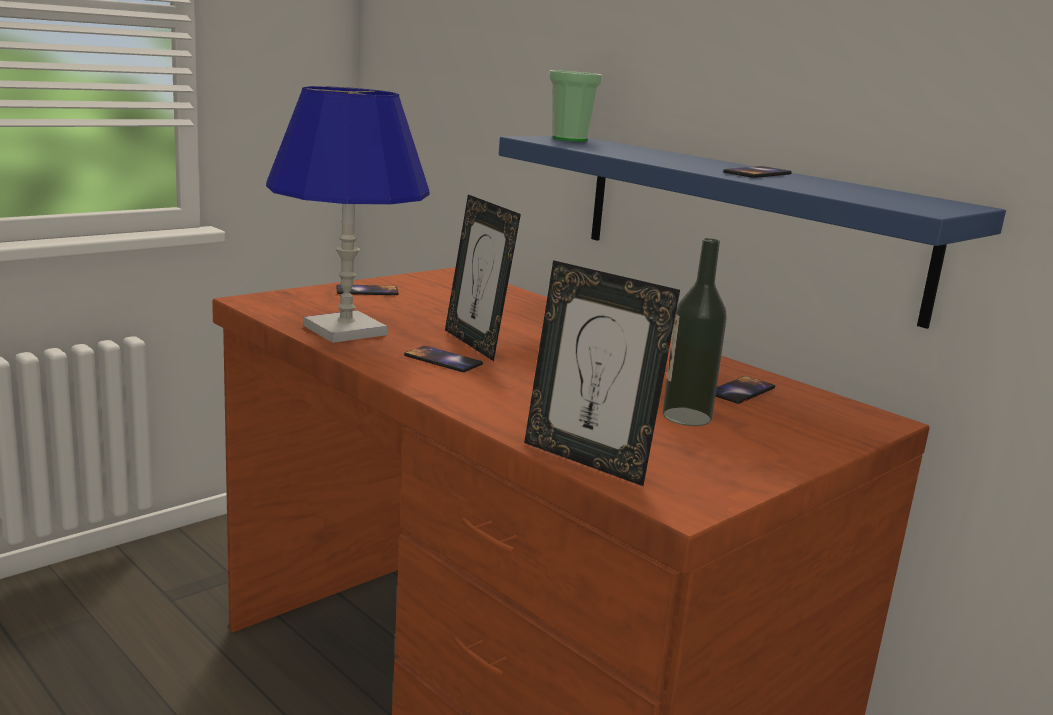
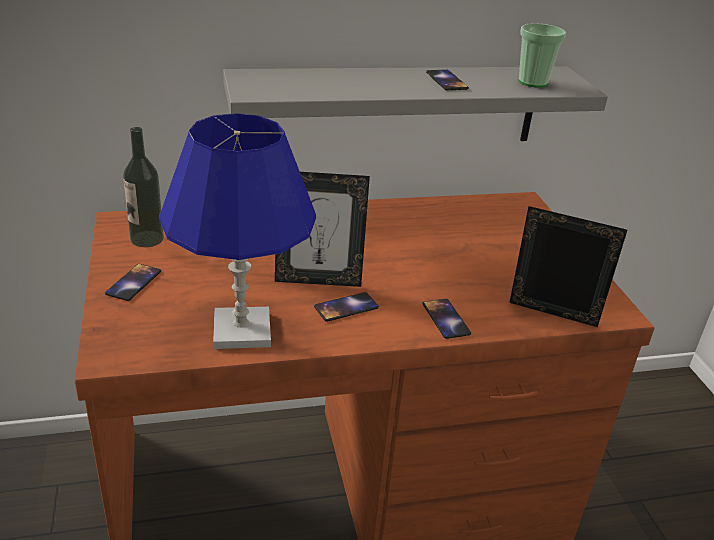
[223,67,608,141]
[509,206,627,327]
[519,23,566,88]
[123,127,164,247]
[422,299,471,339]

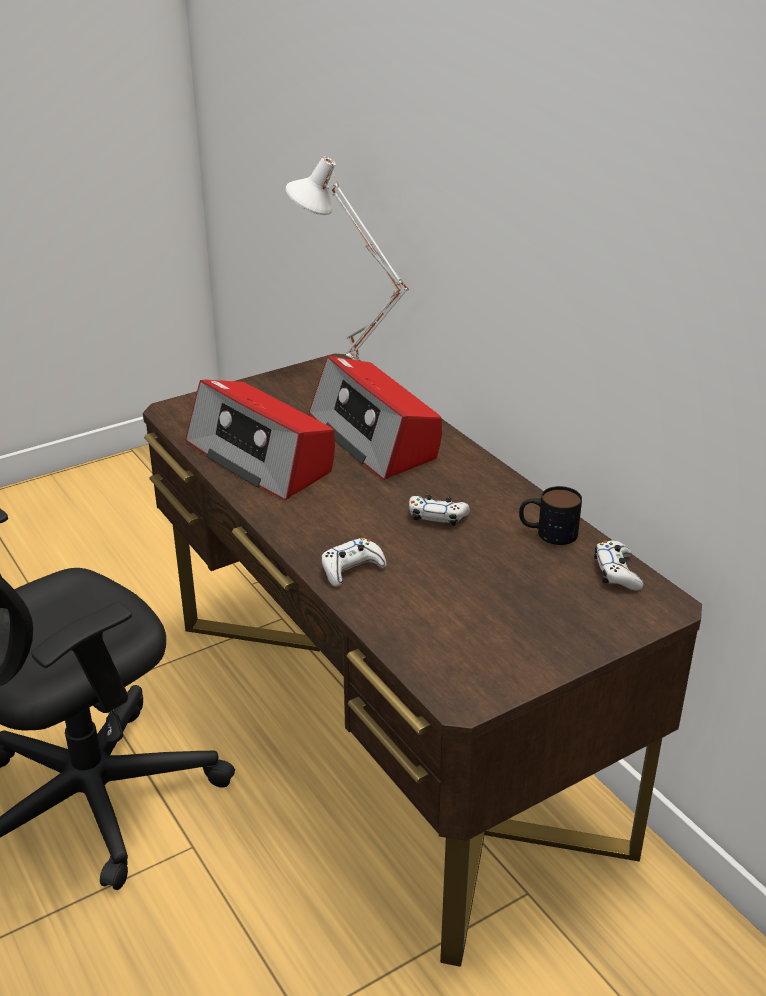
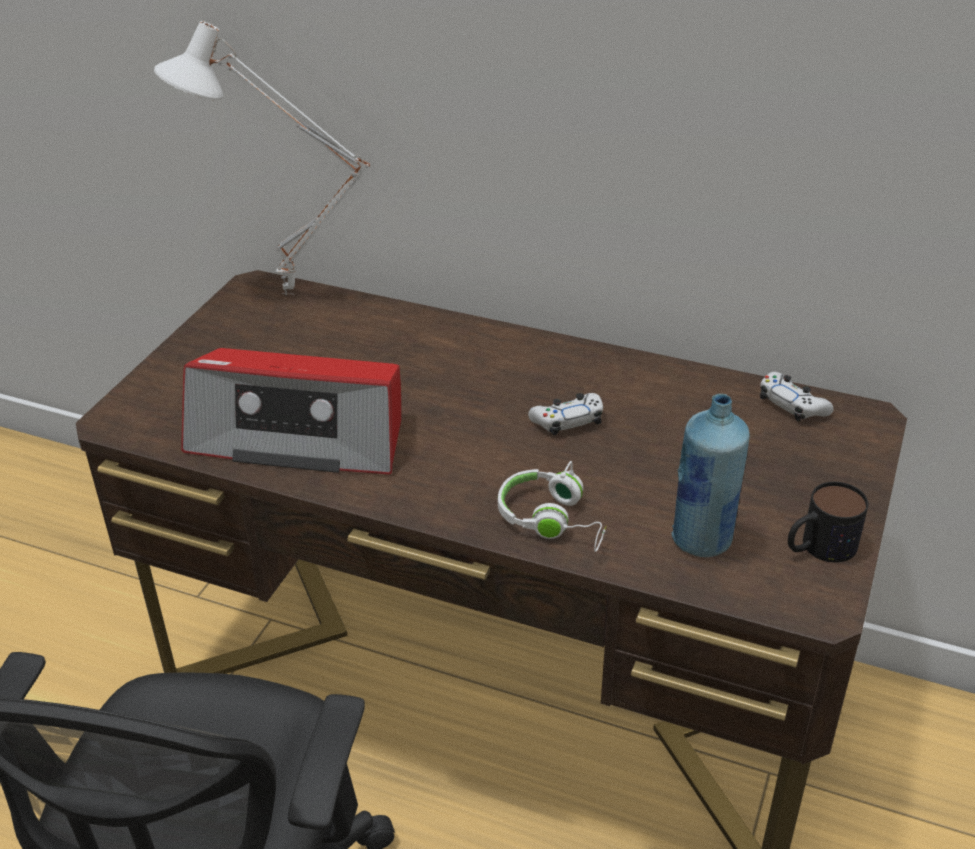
[309,356,442,480] (first image)
[498,461,606,552]
[788,482,868,563]
[672,394,750,557]

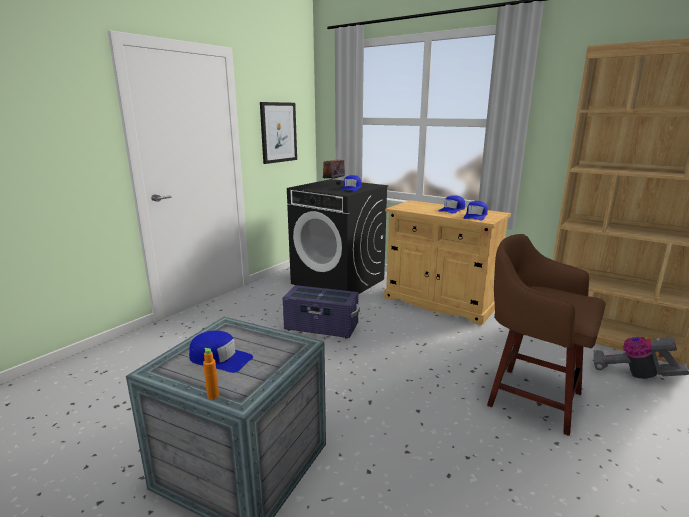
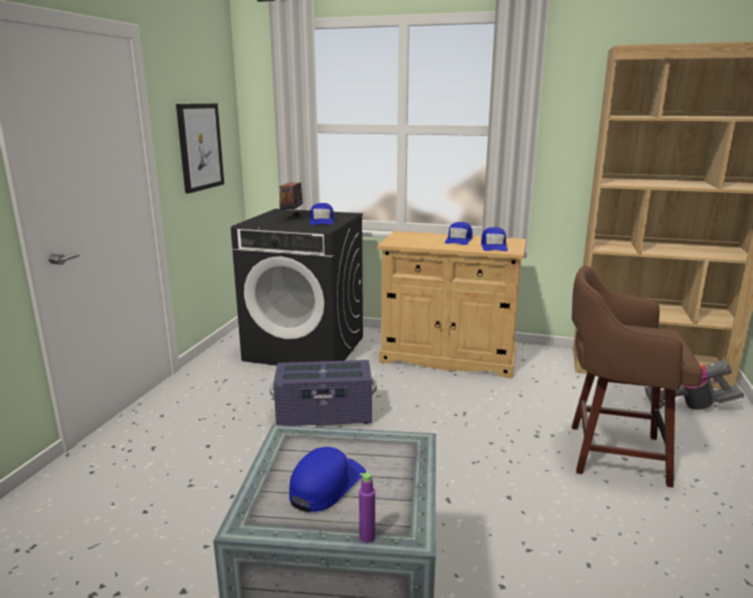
[289,447,366,512]
[359,473,375,543]

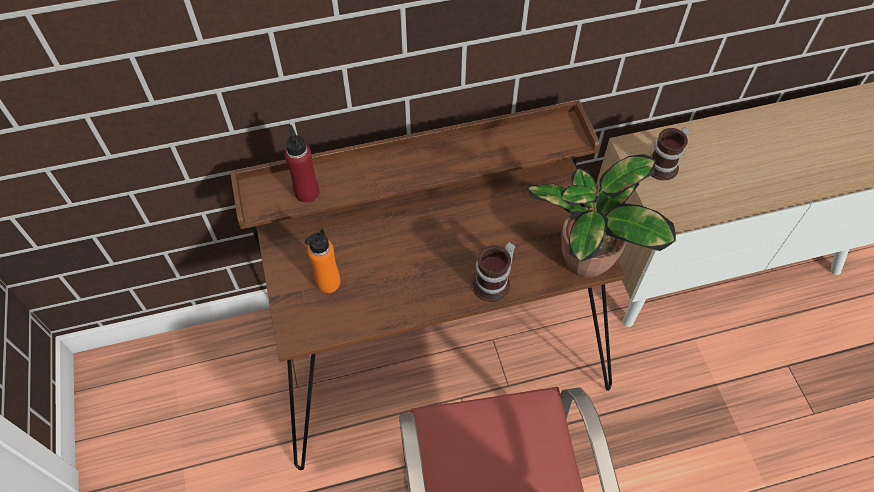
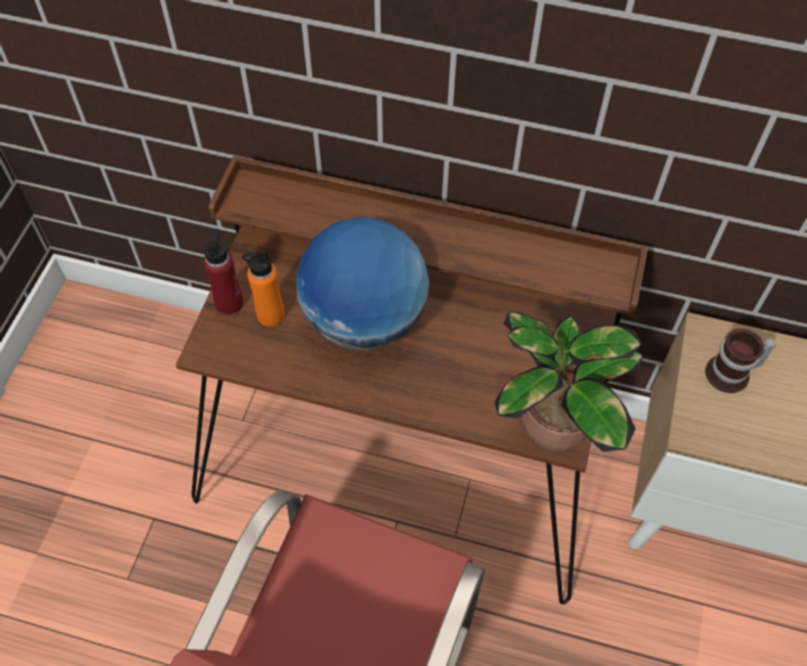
[203,229,243,315]
[472,242,515,302] (first image)
[296,217,429,350]

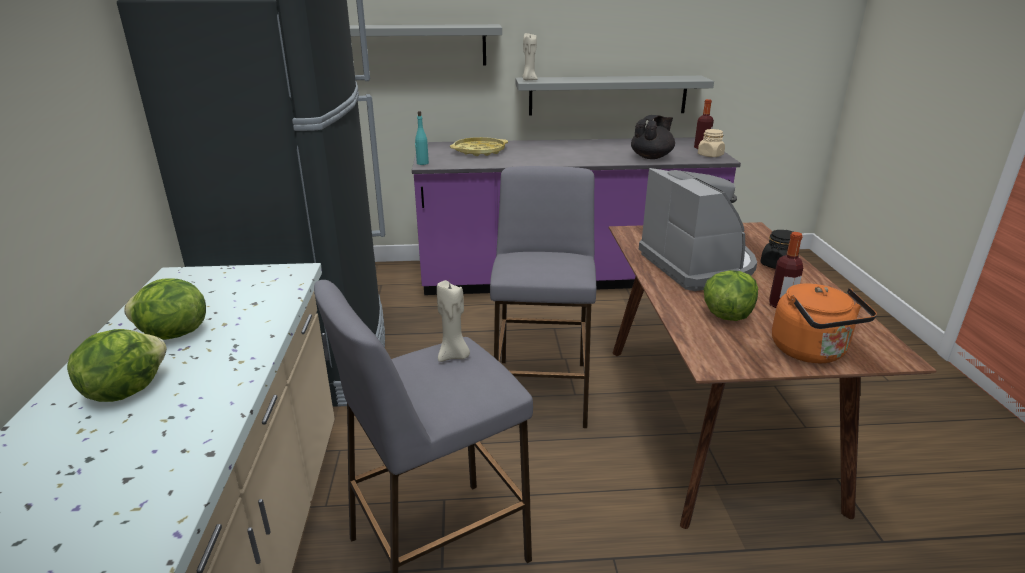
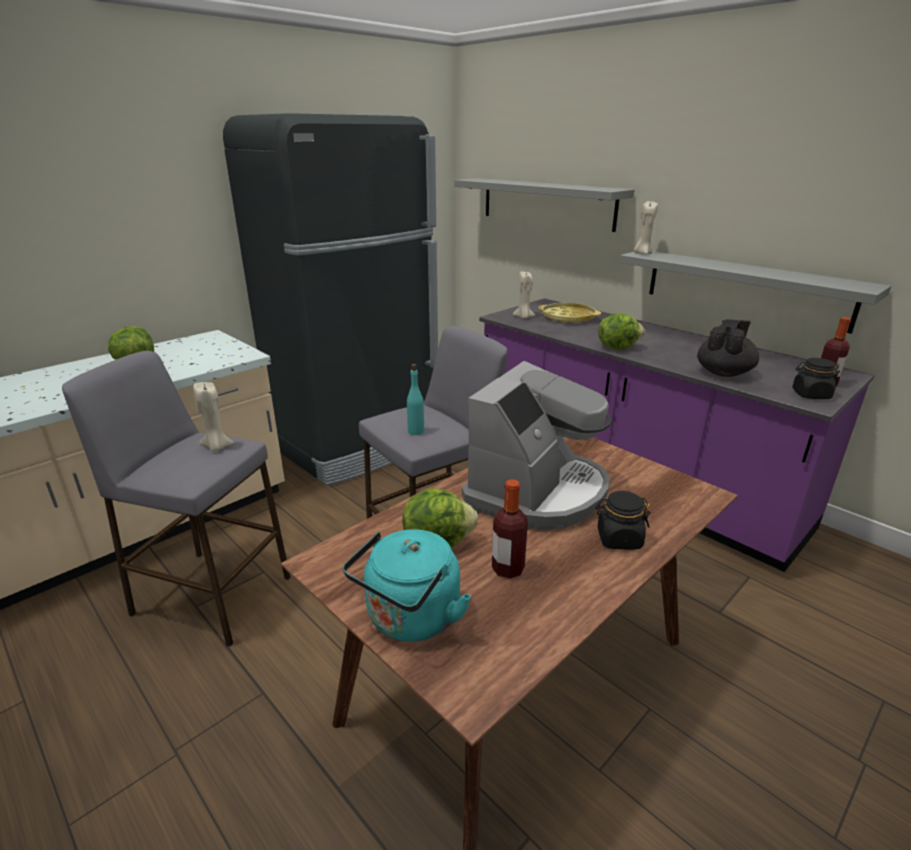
[598,313,645,350]
[407,364,424,435]
[697,319,759,377]
[792,358,840,399]
[343,529,471,642]
[513,271,535,319]

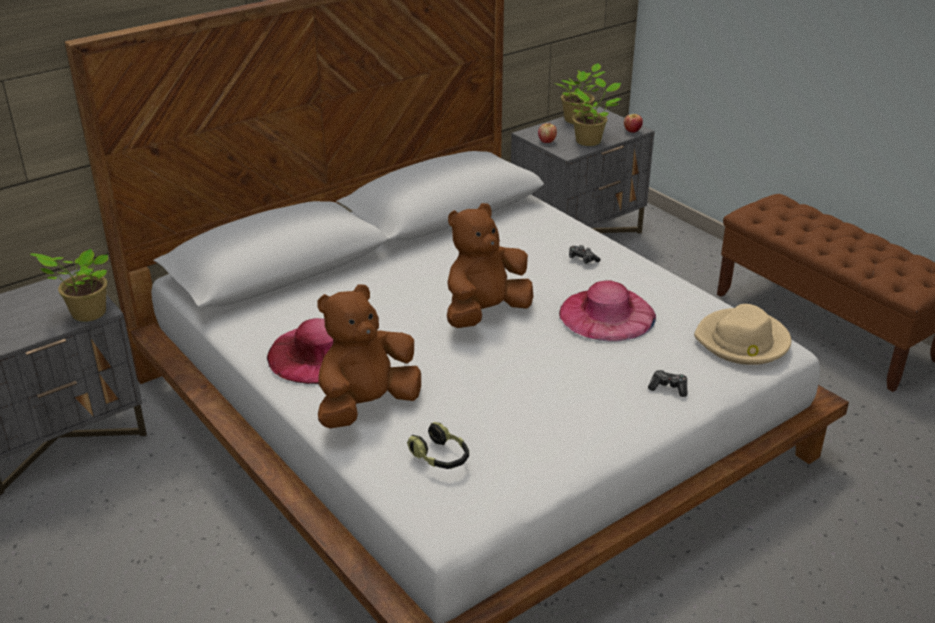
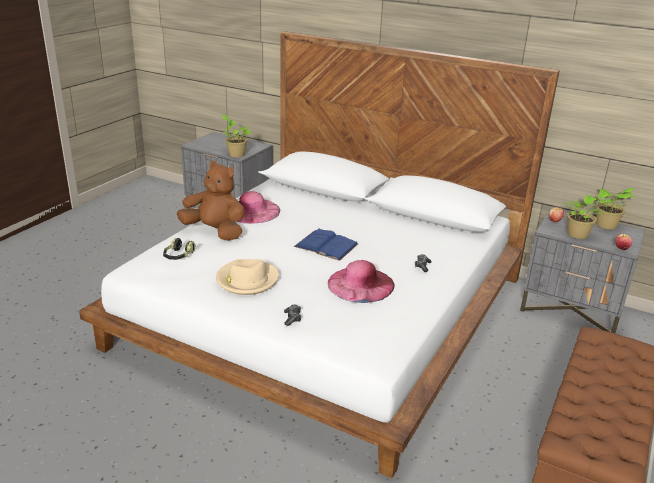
[294,228,358,261]
[216,259,279,295]

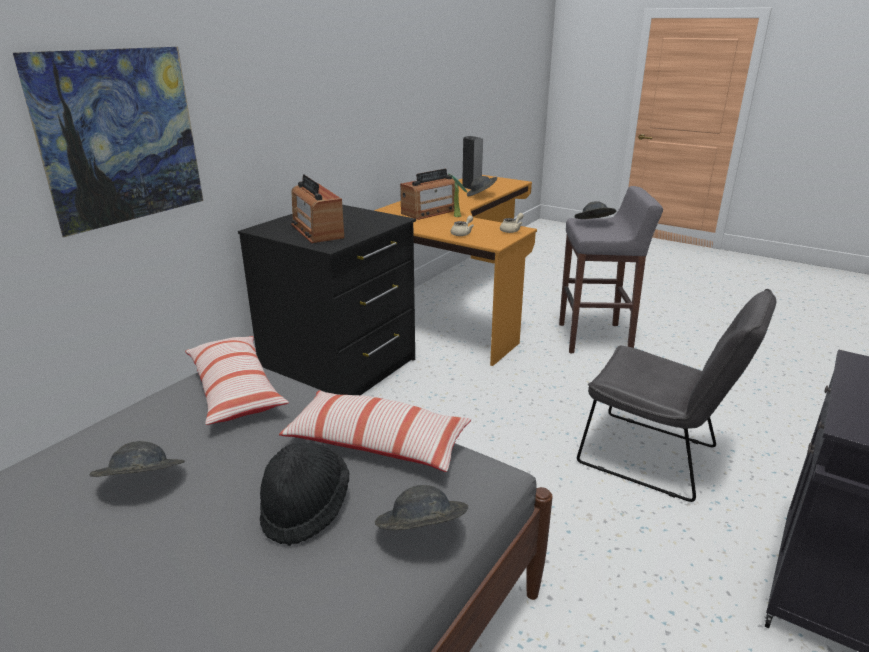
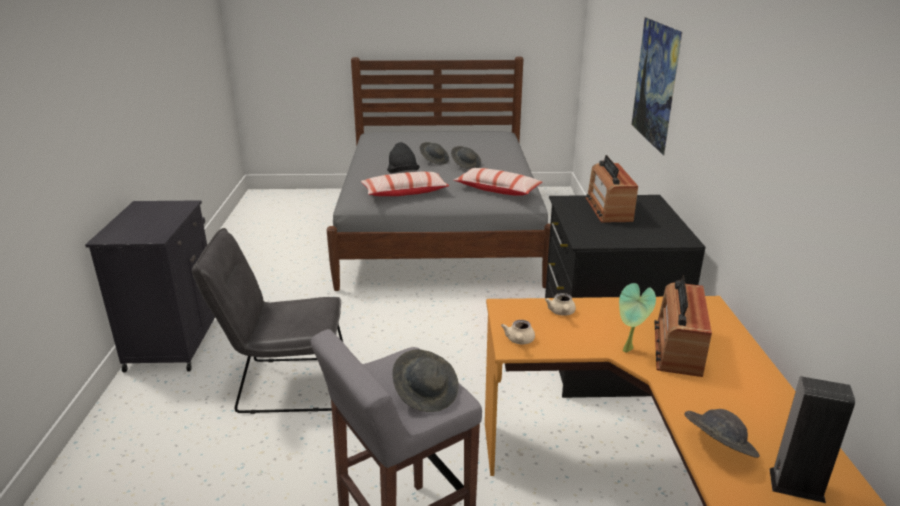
[586,155,638,223]
[420,142,449,164]

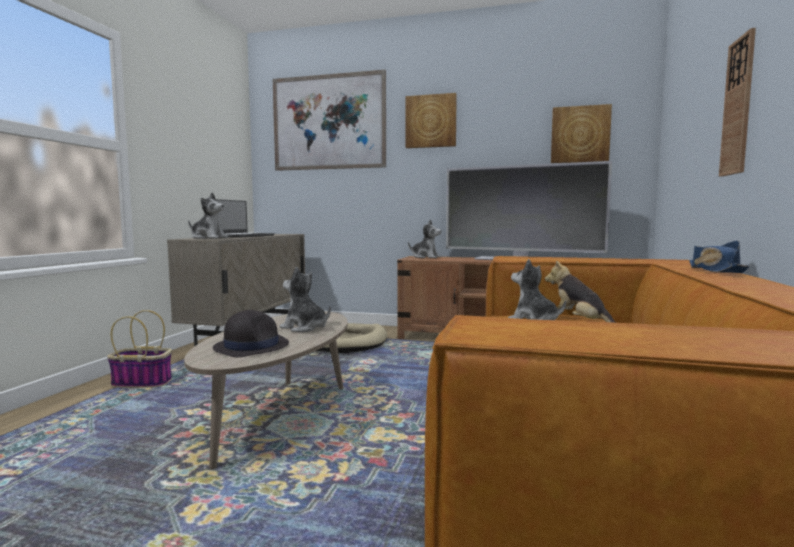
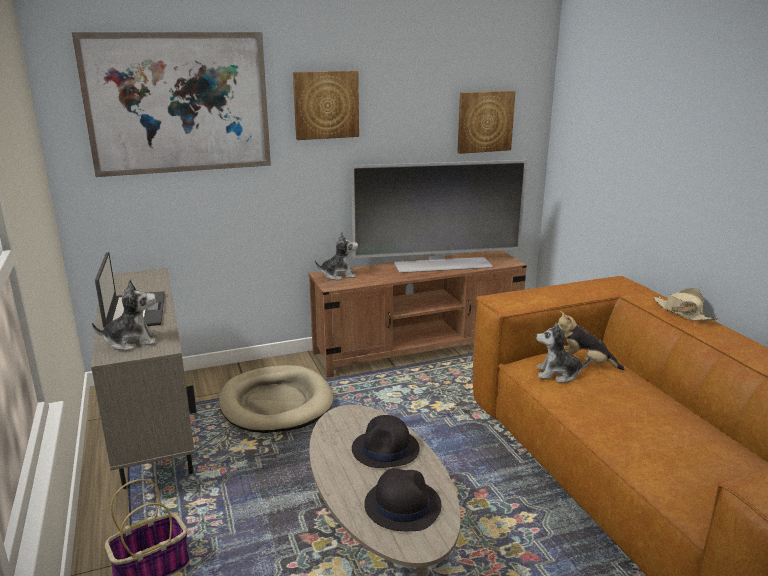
[352,415,420,468]
[654,288,718,321]
[719,28,756,177] (first image)

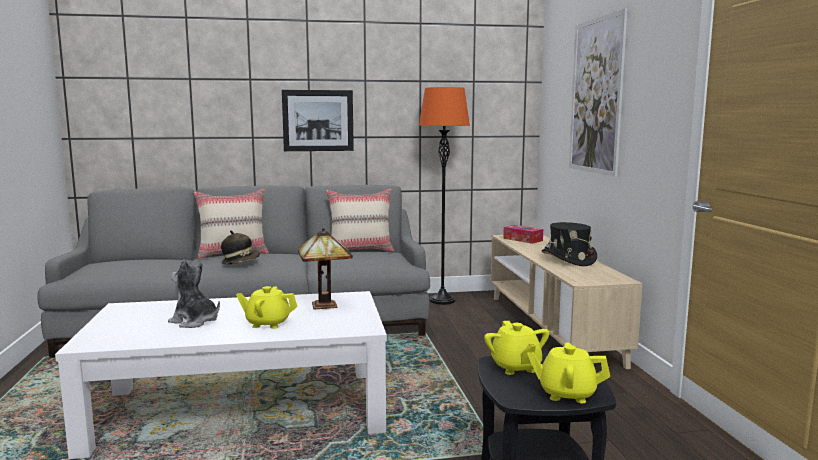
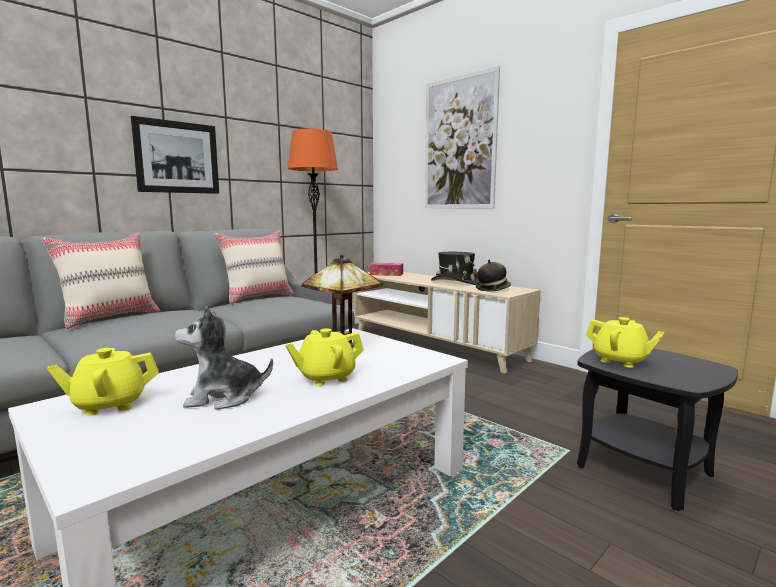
[476,260,511,291]
[47,348,159,416]

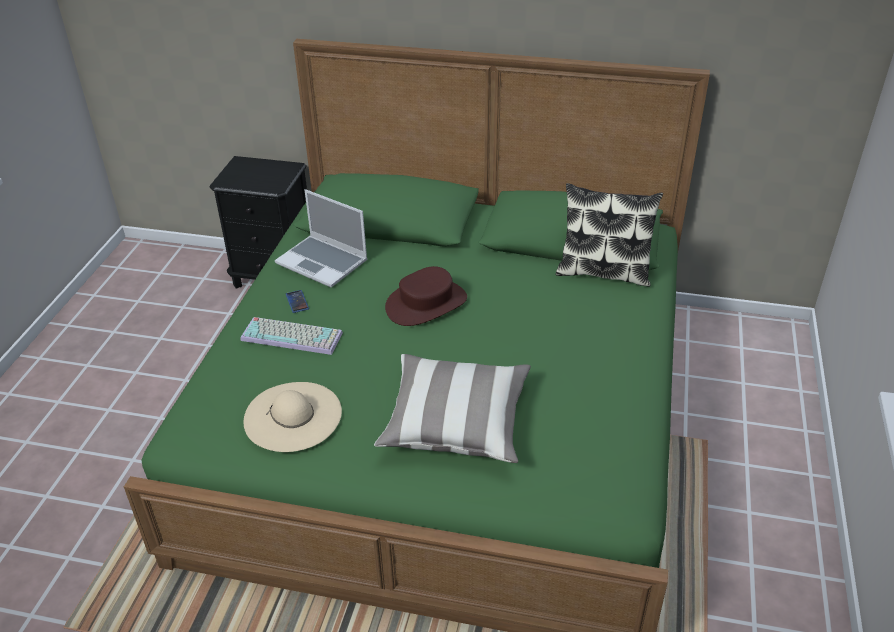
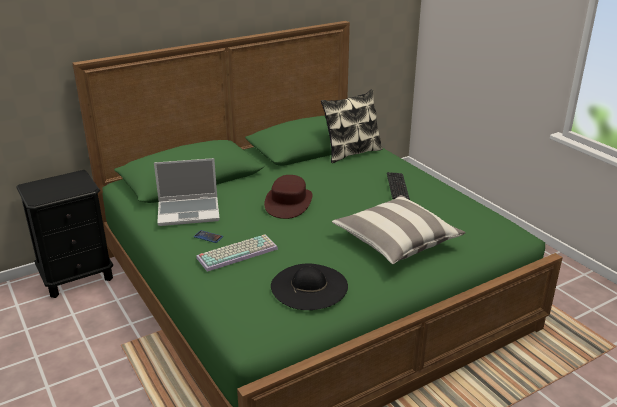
[271,264,348,310]
[387,172,410,200]

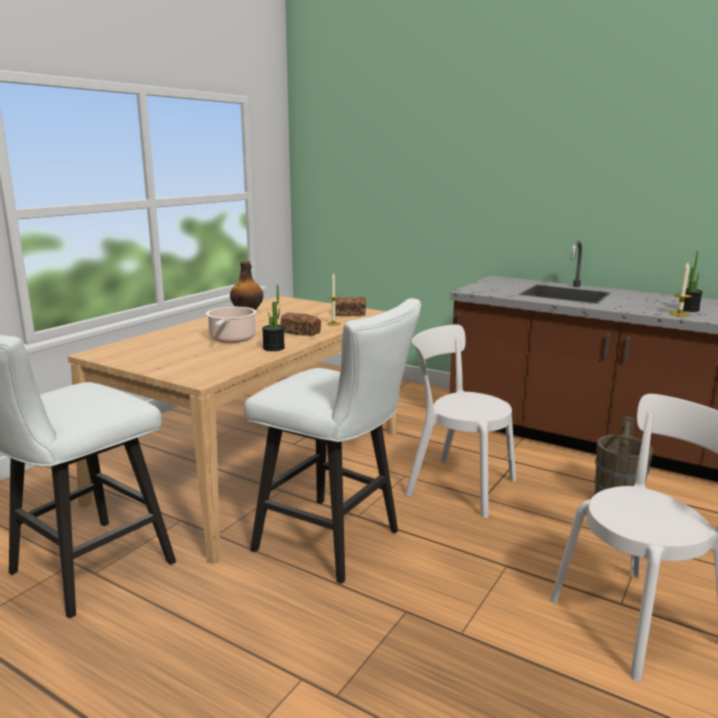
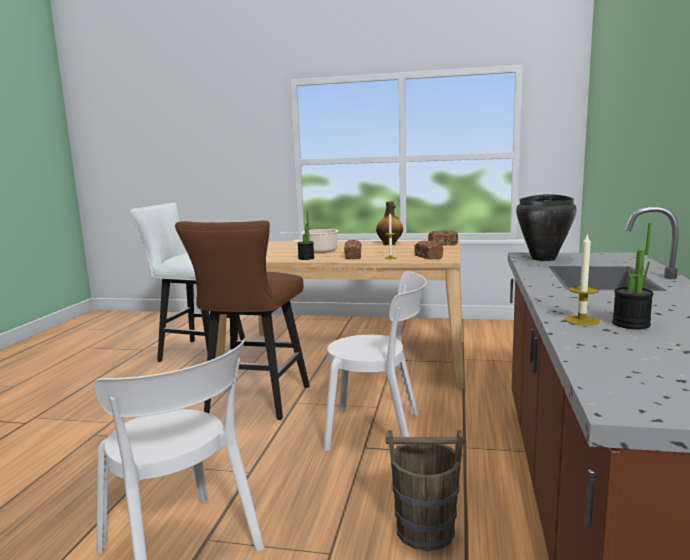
[175,220,310,420]
[323,271,427,451]
[428,230,458,246]
[516,194,577,261]

